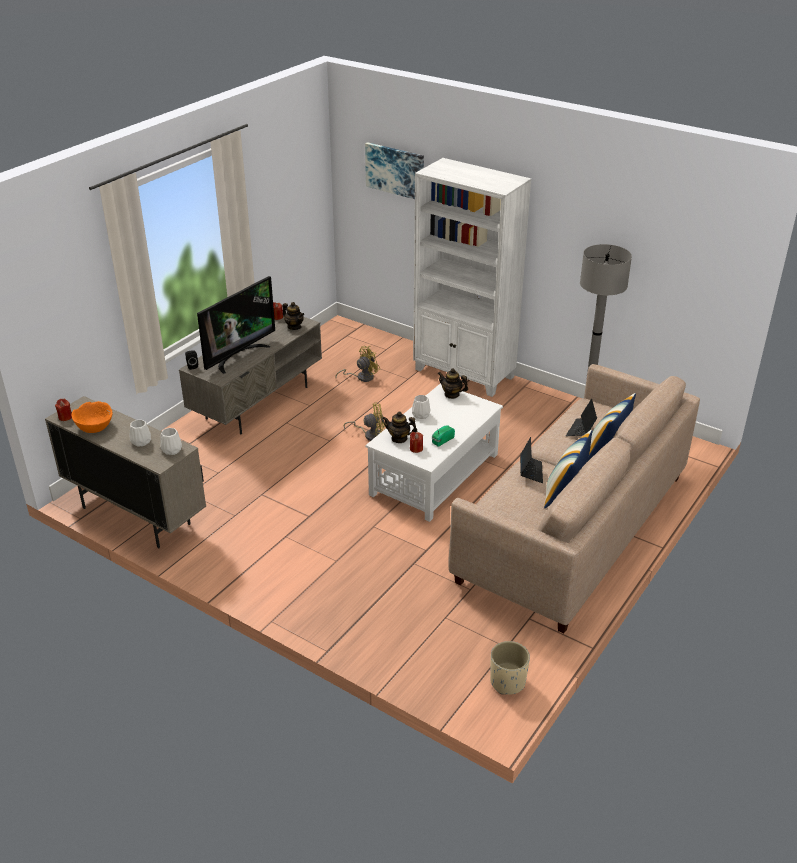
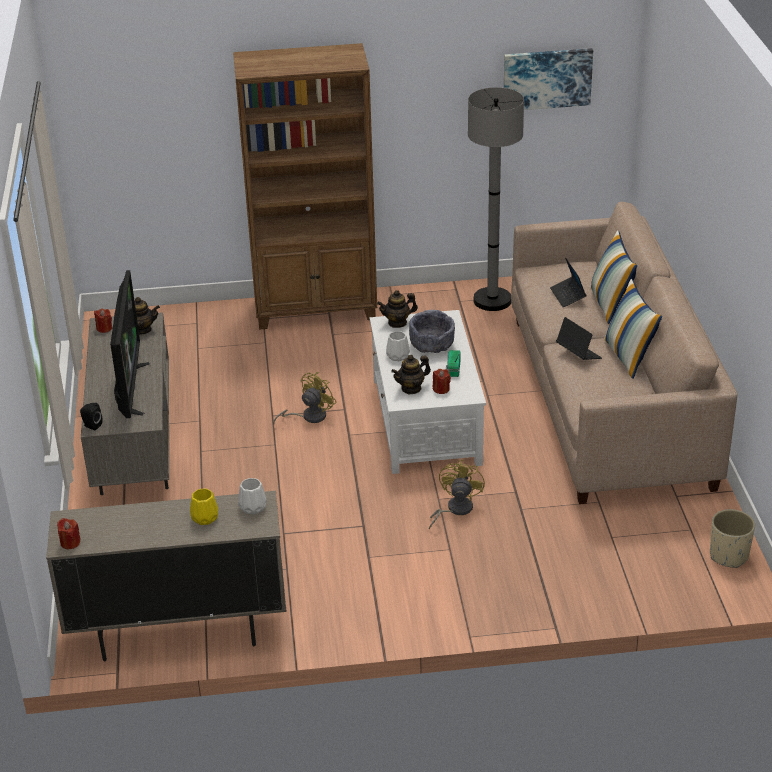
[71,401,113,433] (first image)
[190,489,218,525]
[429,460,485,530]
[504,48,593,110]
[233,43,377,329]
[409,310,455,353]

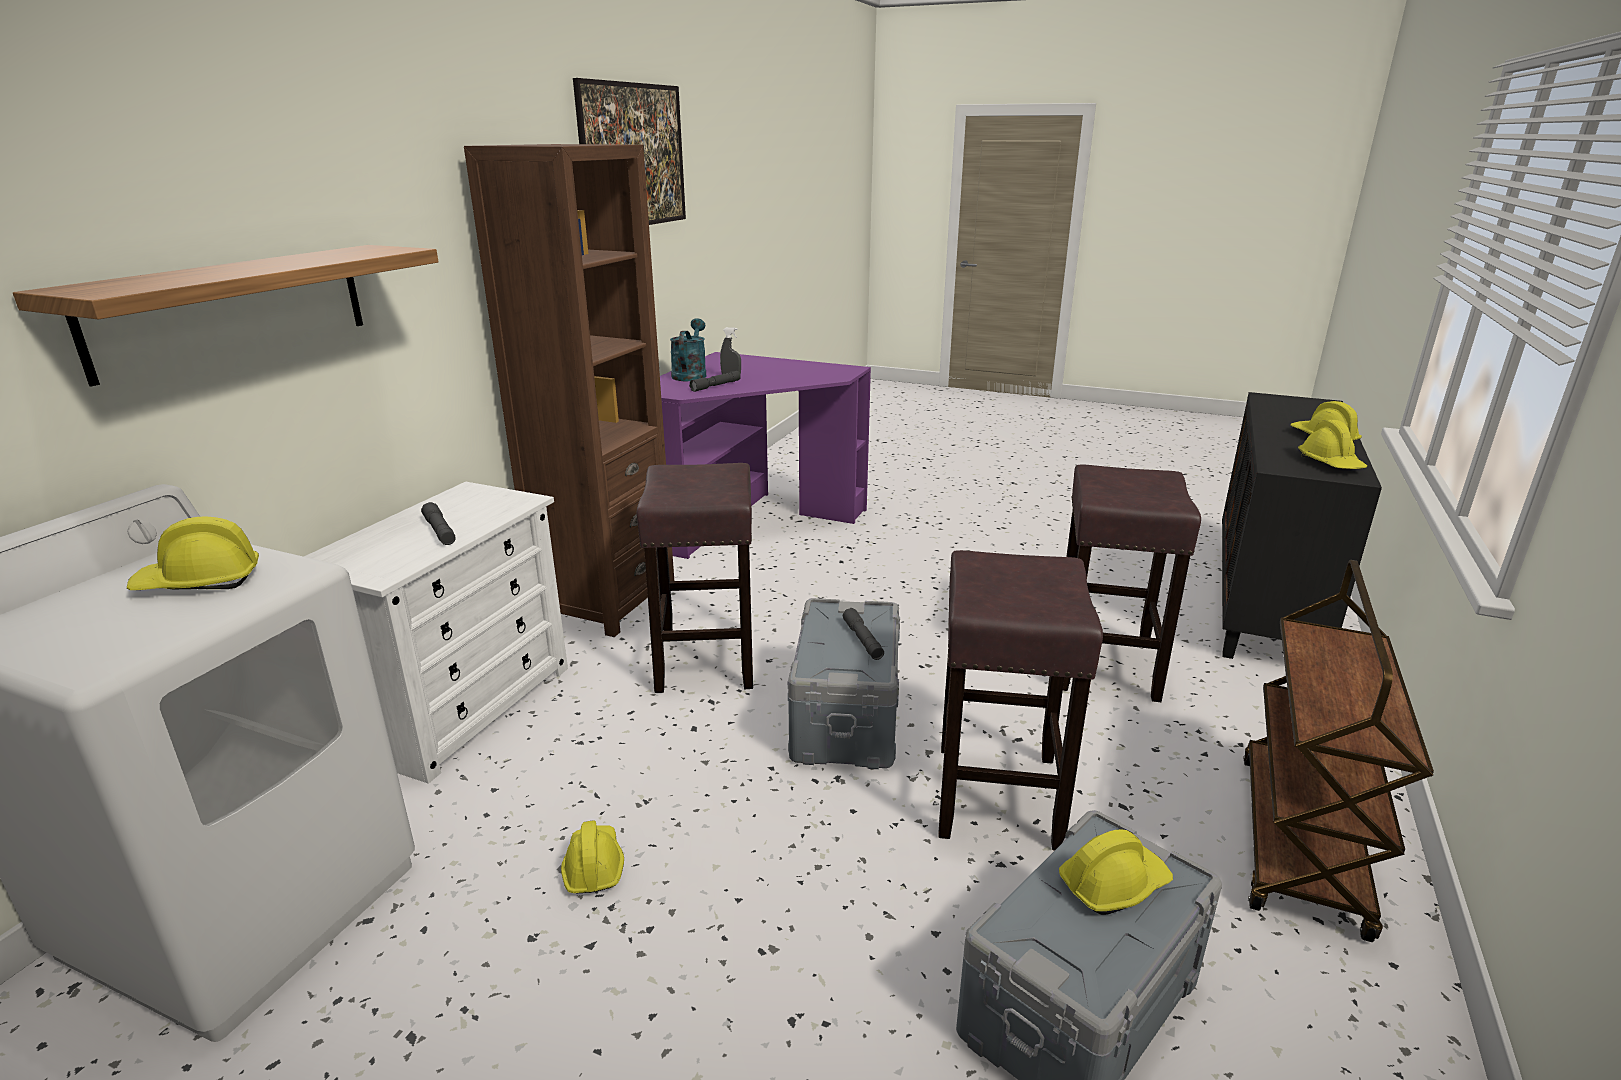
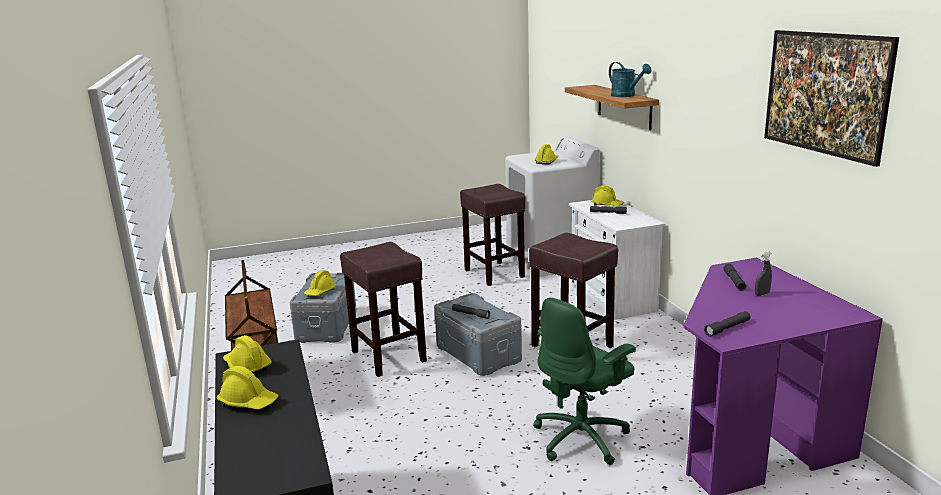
[464,144,674,637] (first image)
[591,185,624,206]
[609,62,651,97]
[460,184,525,286]
[533,298,636,465]
[704,311,751,337]

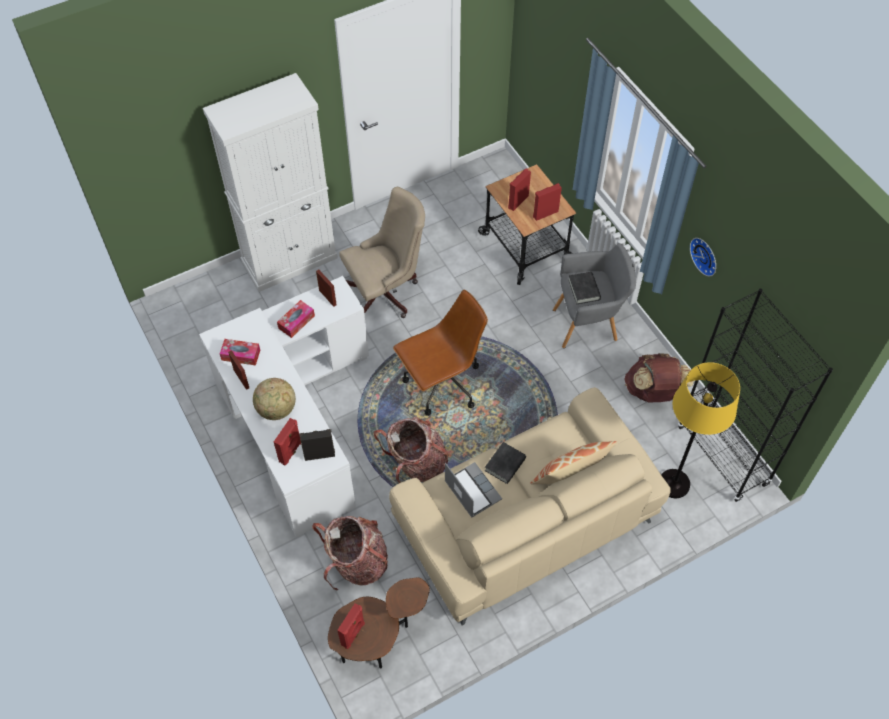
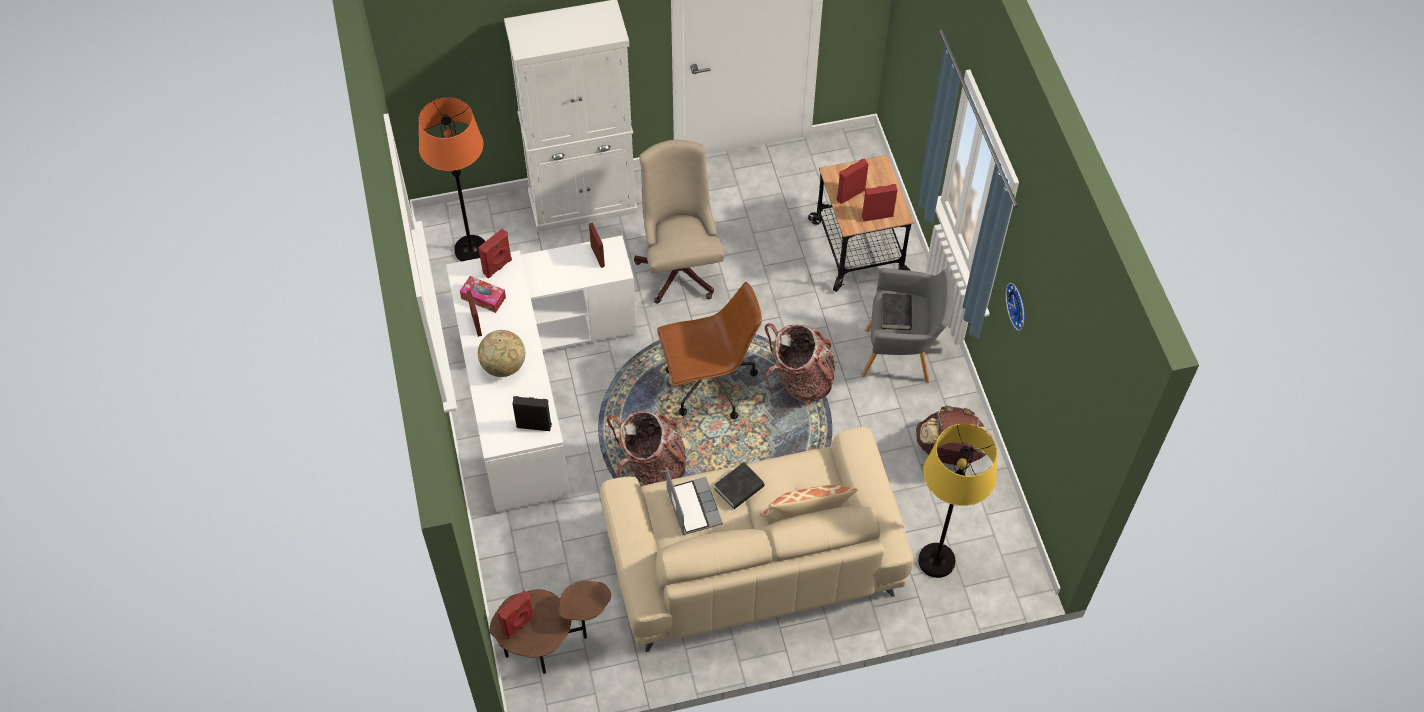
[478,229,512,278]
[277,300,315,338] (first image)
[765,323,835,402]
[634,140,724,304]
[678,288,833,502] (first image)
[419,98,485,261]

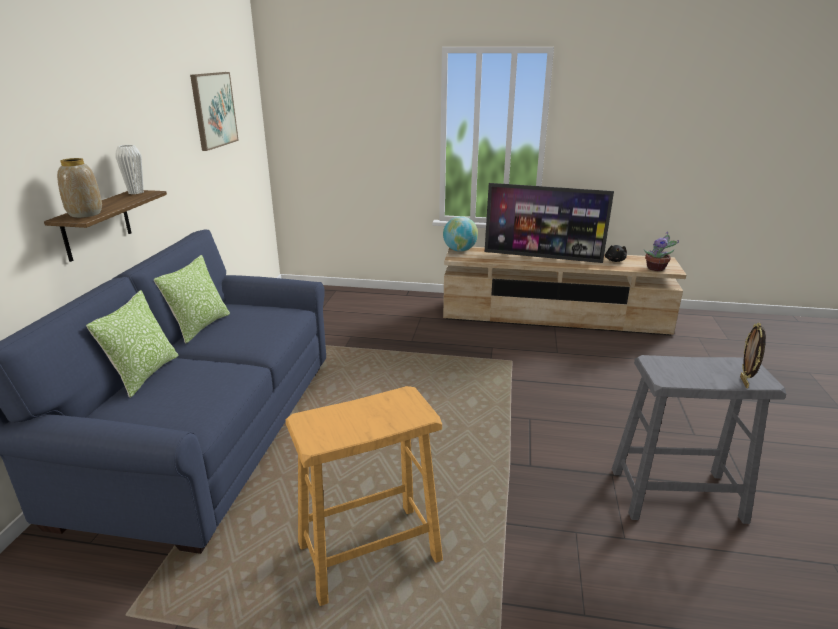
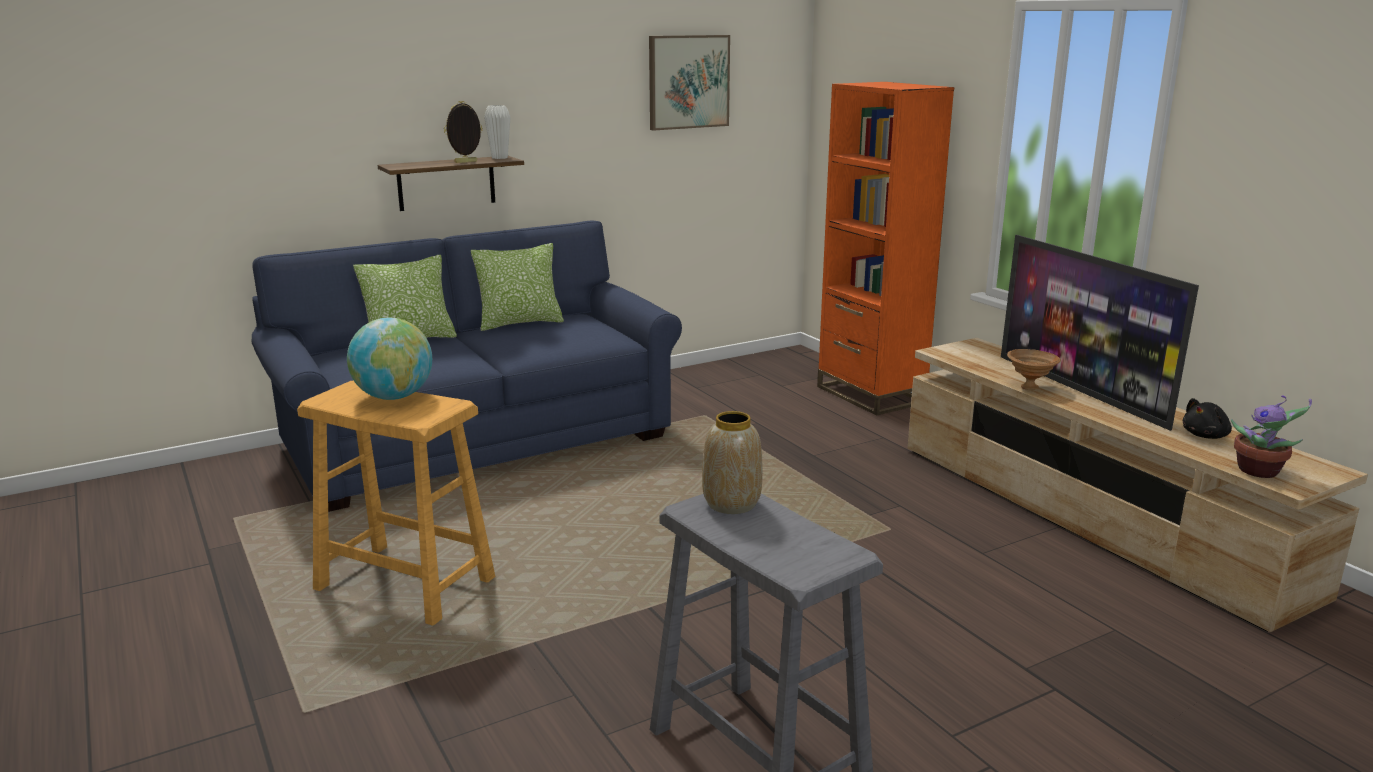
[702,411,763,514]
[347,318,432,400]
[444,101,482,163]
[817,82,954,416]
[1007,349,1061,390]

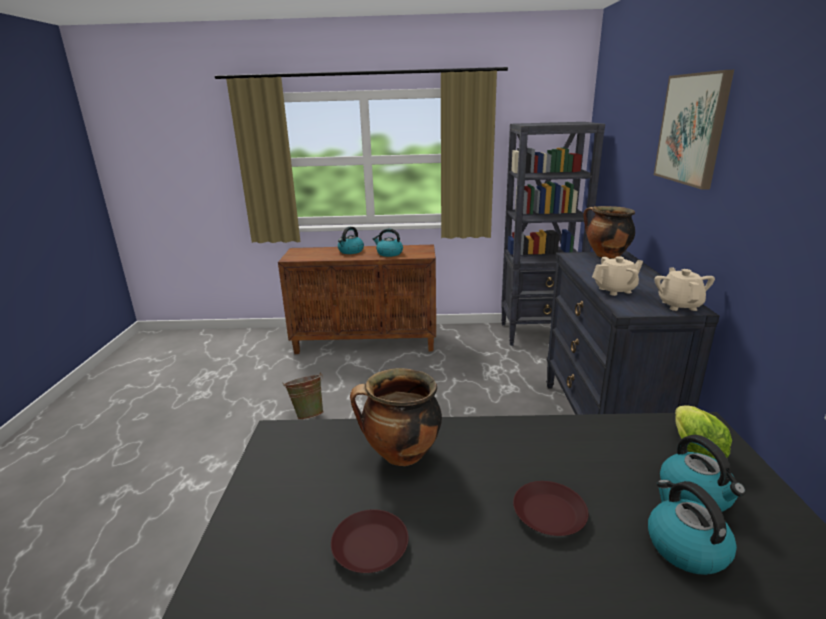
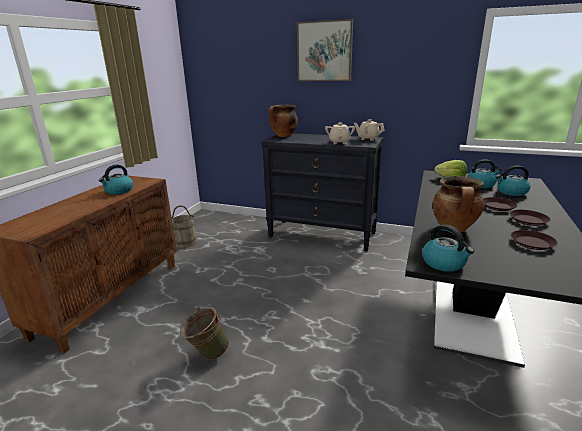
[422,225,474,272]
[501,122,605,346] (first image)
[171,205,197,248]
[509,210,550,226]

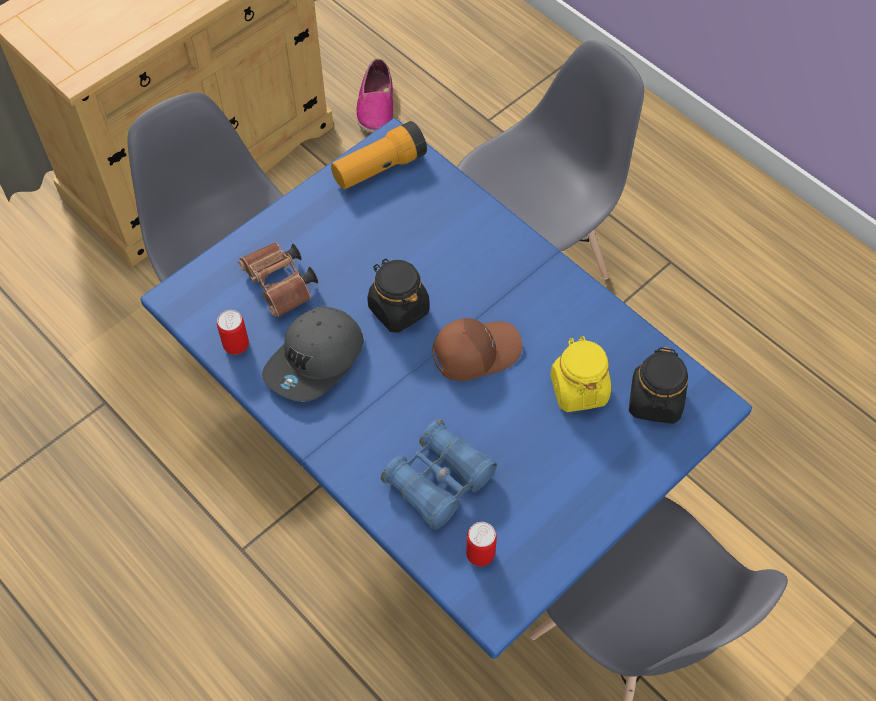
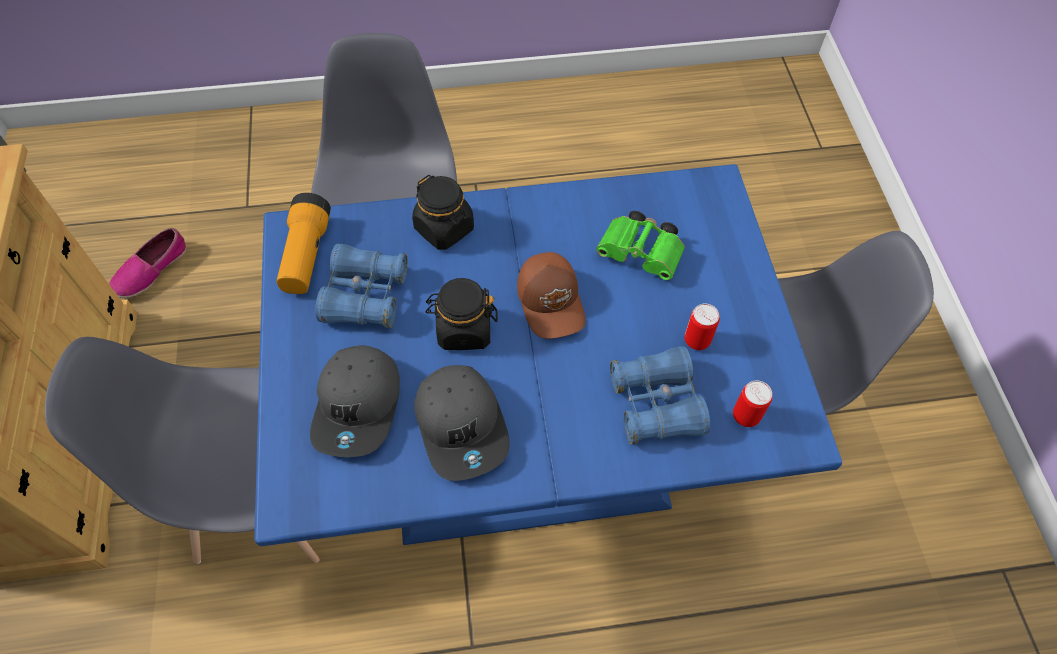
[684,304,720,350]
[310,345,400,457]
[110,228,187,298]
[517,252,585,339]
[596,211,685,280]
[412,175,474,250]
[315,243,408,328]

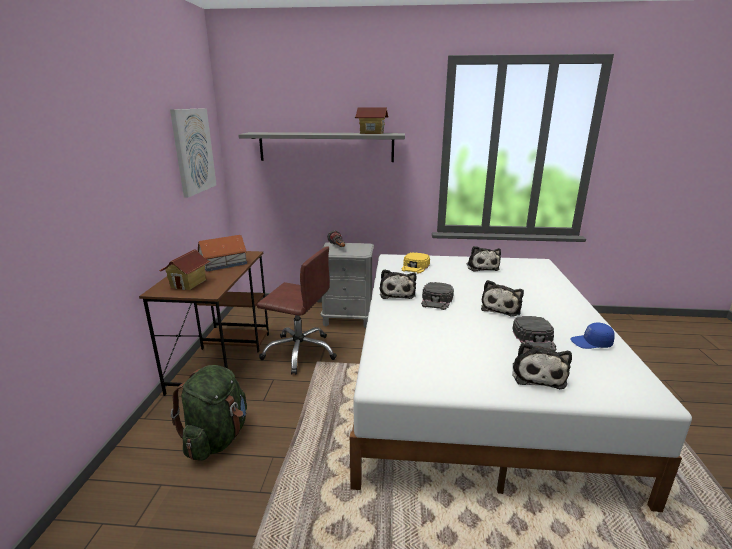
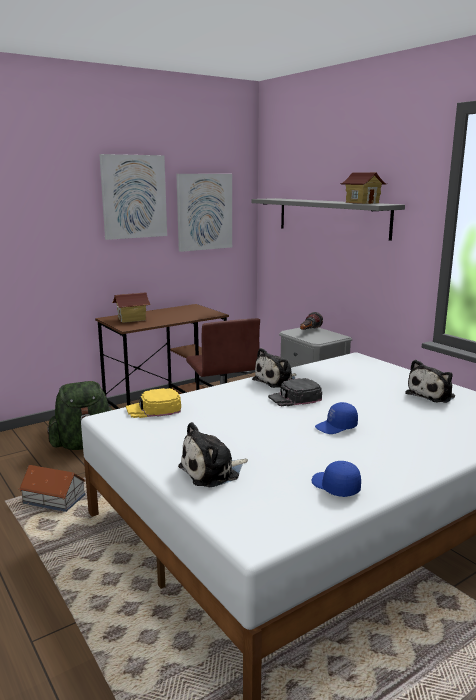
[19,465,86,512]
[126,388,181,418]
[315,402,358,434]
[512,316,556,351] (first image)
[99,154,167,240]

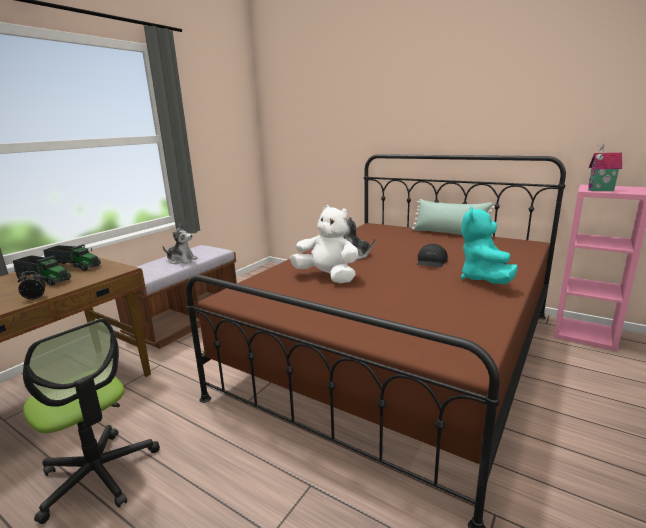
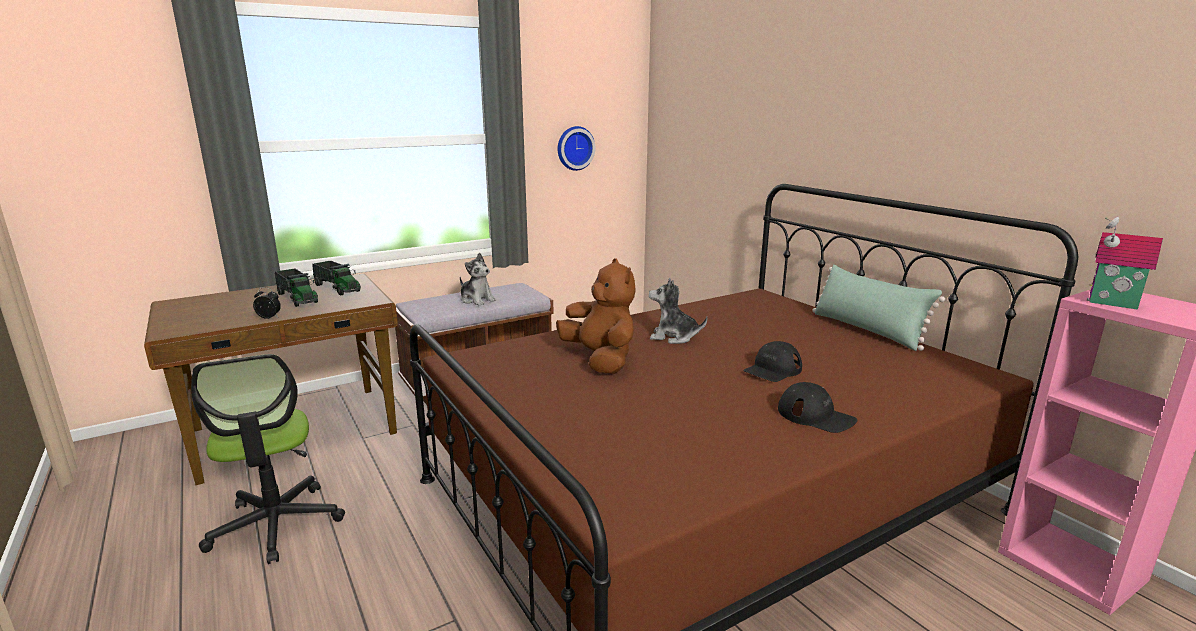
[556,258,636,374]
[778,382,857,433]
[558,126,595,171]

